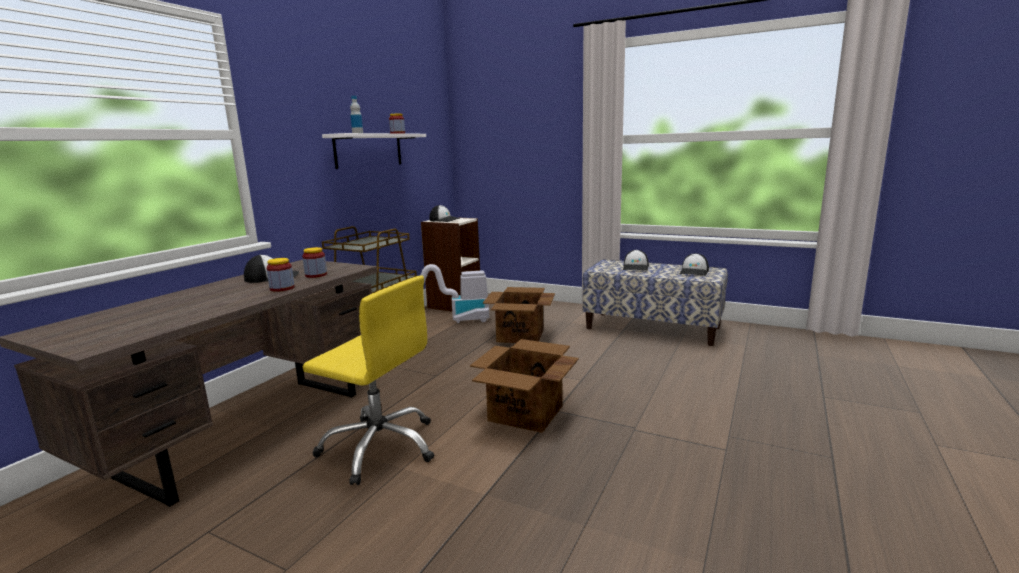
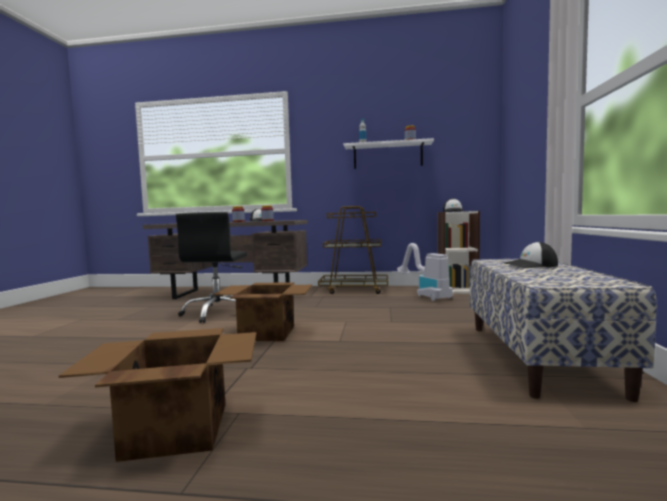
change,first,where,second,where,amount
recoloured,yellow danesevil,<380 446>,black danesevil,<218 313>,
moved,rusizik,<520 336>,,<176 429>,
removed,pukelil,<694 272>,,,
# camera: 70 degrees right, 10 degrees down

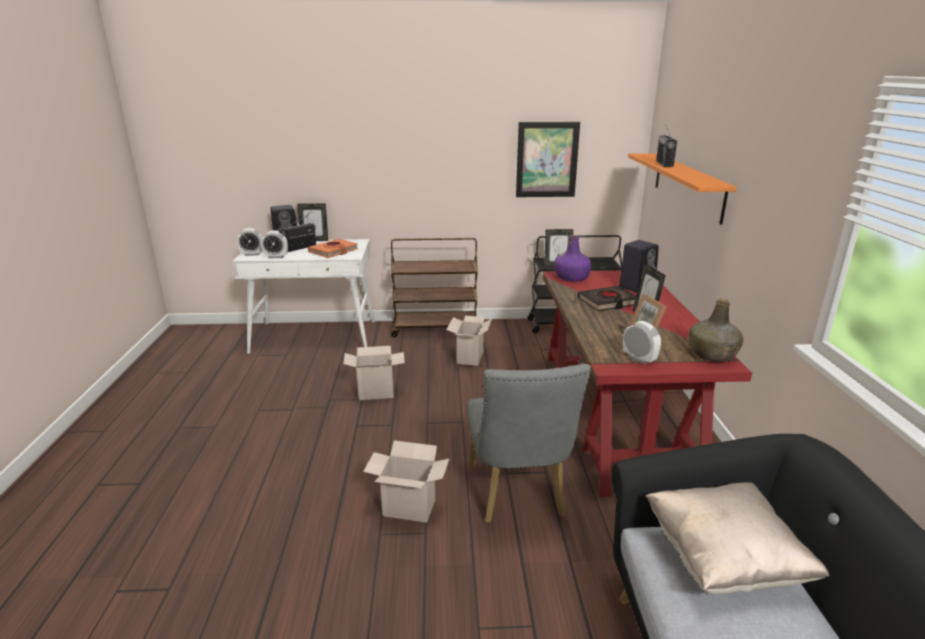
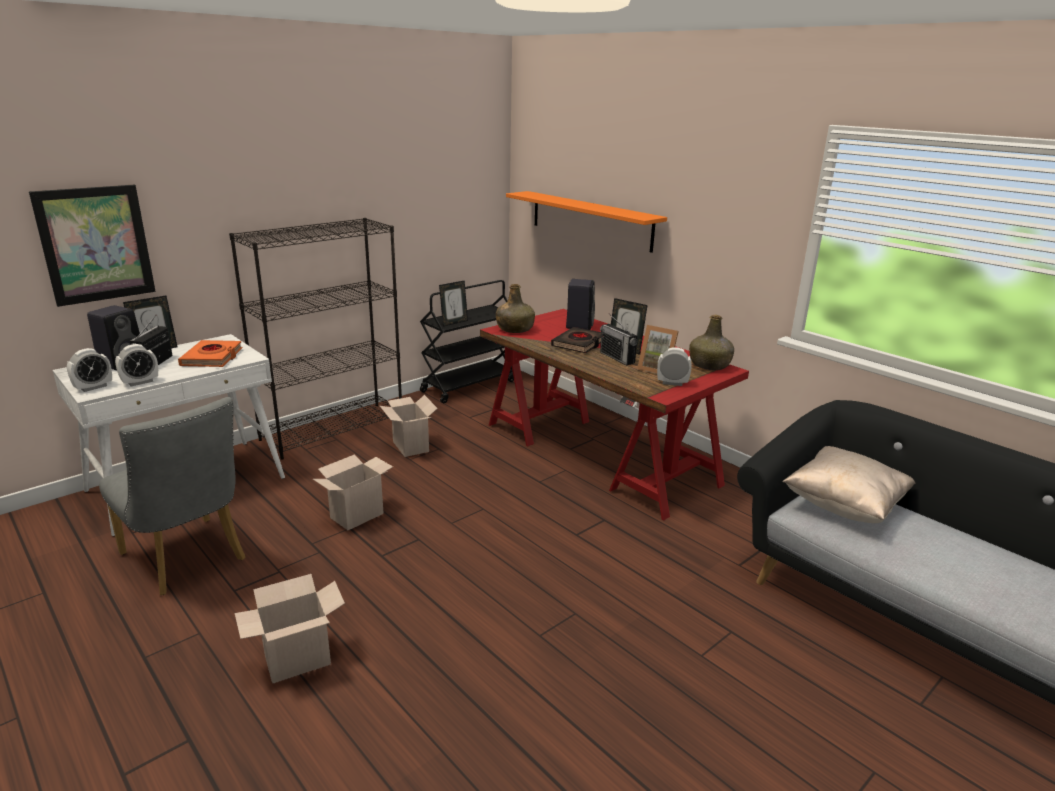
change,first,where,second,where,amount
moved,rusizik,<407 508>,,<296 662>,
replaced,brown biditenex,<435 329>,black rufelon,<333 429>,
moved,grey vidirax,<518 495>,,<188 560>,
moved,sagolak,<547 160>,,<96 244>,
recoloured,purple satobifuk,<571 277>,green satobifuk,<515 329>,
moved,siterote,<664 164>,,<617 358>,
# camera: 40 degrees left, 0 degrees up

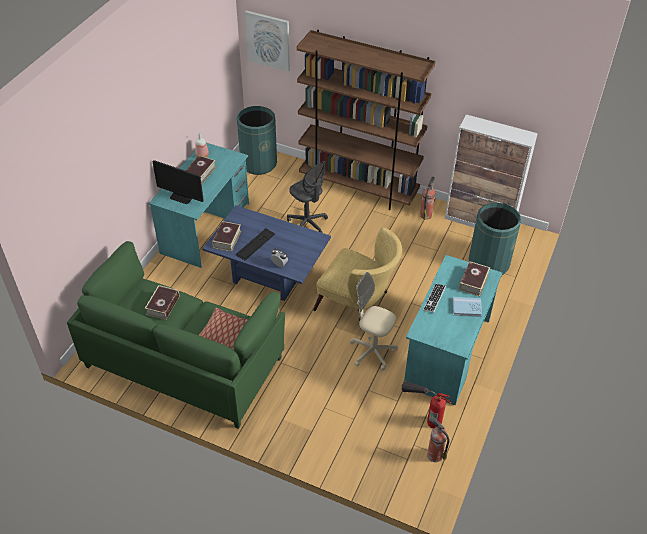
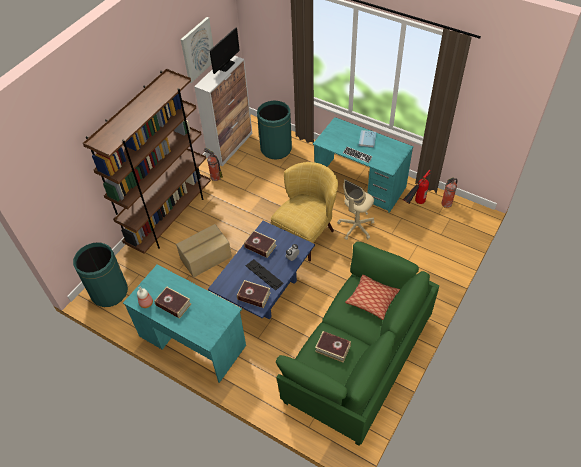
change,first,where,second,where,amount
moved,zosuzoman,<181 197>,,<226 65>,
moved,sagolak,<268 40>,,<197 49>,
replaced,grey danesevil,<307 224>,rusizik,<206 258>,
moved,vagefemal,<473 282>,,<260 246>,
# camera: 80 degrees left, 5 degrees up

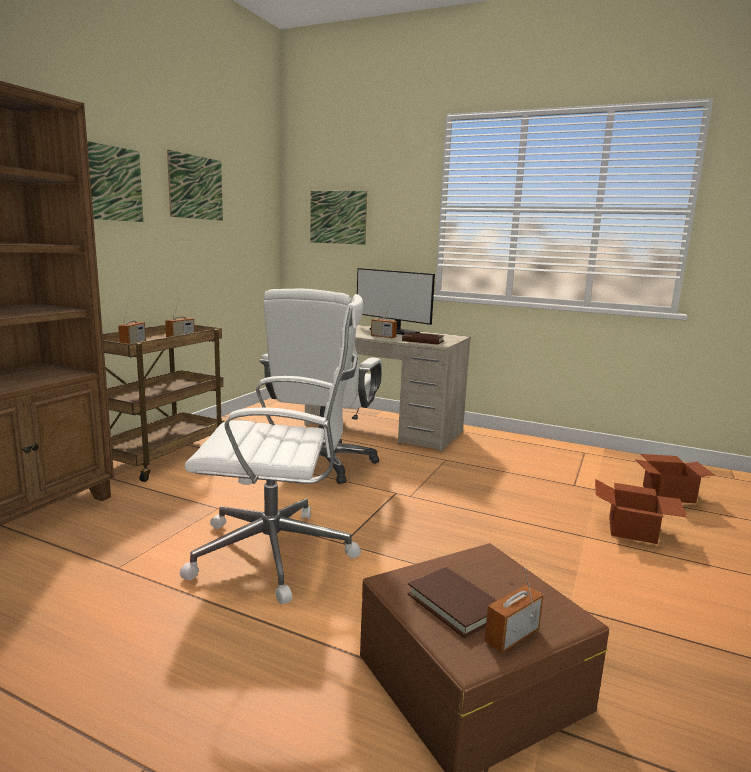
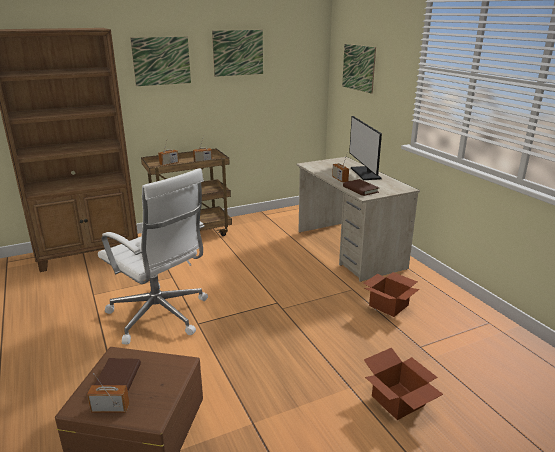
change,first,where,second,where,amount
removed,white danesevil,<323 463>,,,
moved,rusizik,<668 493>,,<389 305>,
# camera: 40 degrees right, 10 degrees up

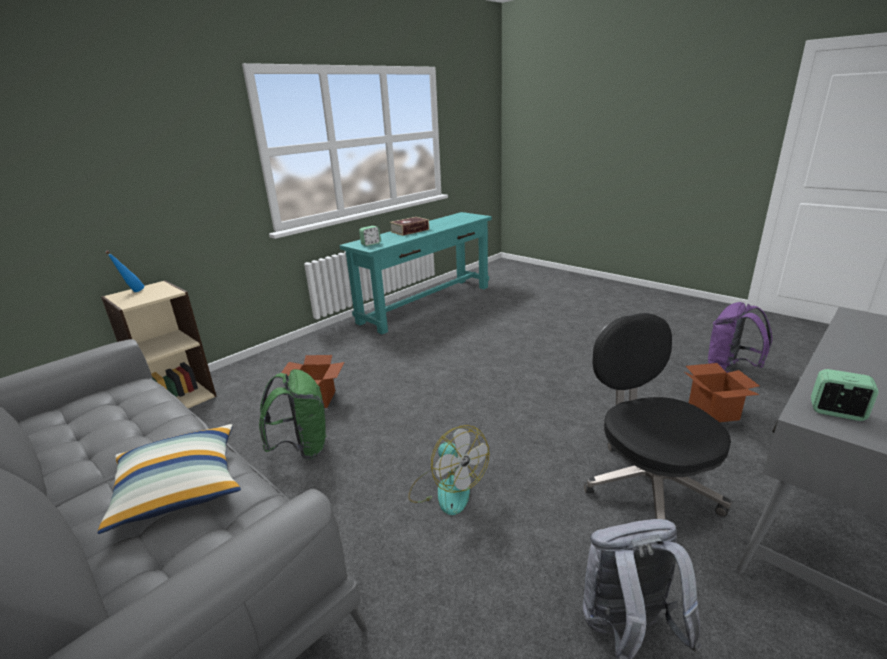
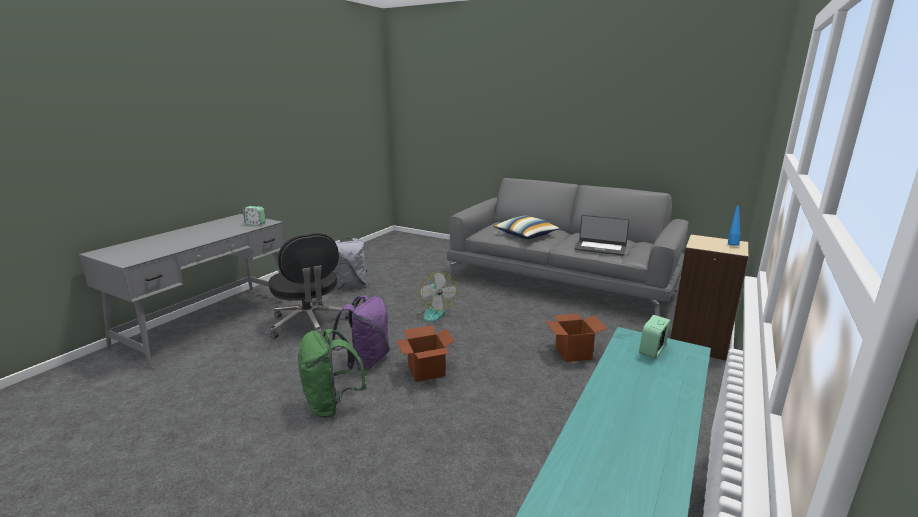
change,first,where,second,where,amount
moved,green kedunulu,<302 448>,,<332 404>,
removed,vagefemal,<410 231>,,,
turned,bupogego,<446 489>,,<431 312>,150 degrees counterclockwise
moved,rusizik,<713 412>,,<426 371>,
moved,purple kedunulu,<730 369>,,<366 361>,
added,,,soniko,<600 248>,
# camera: 165 degrees right, 5 degrees down

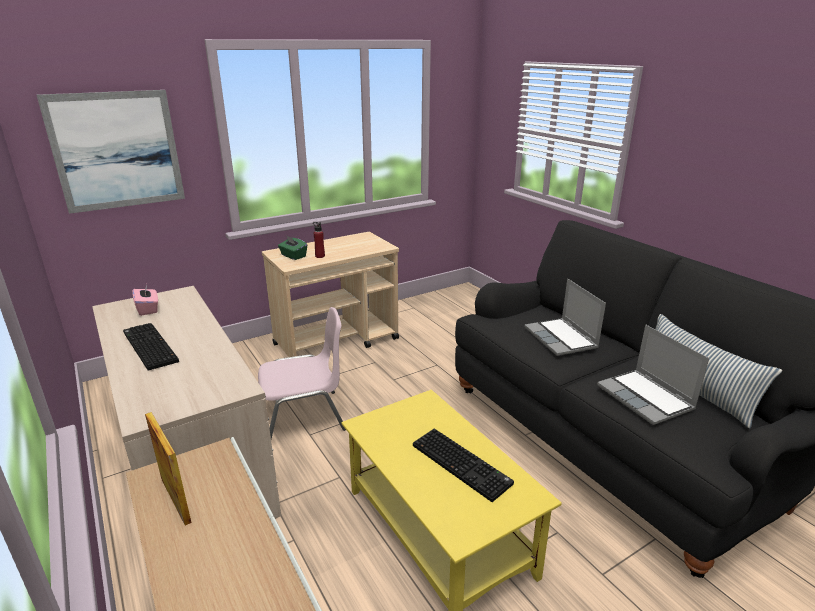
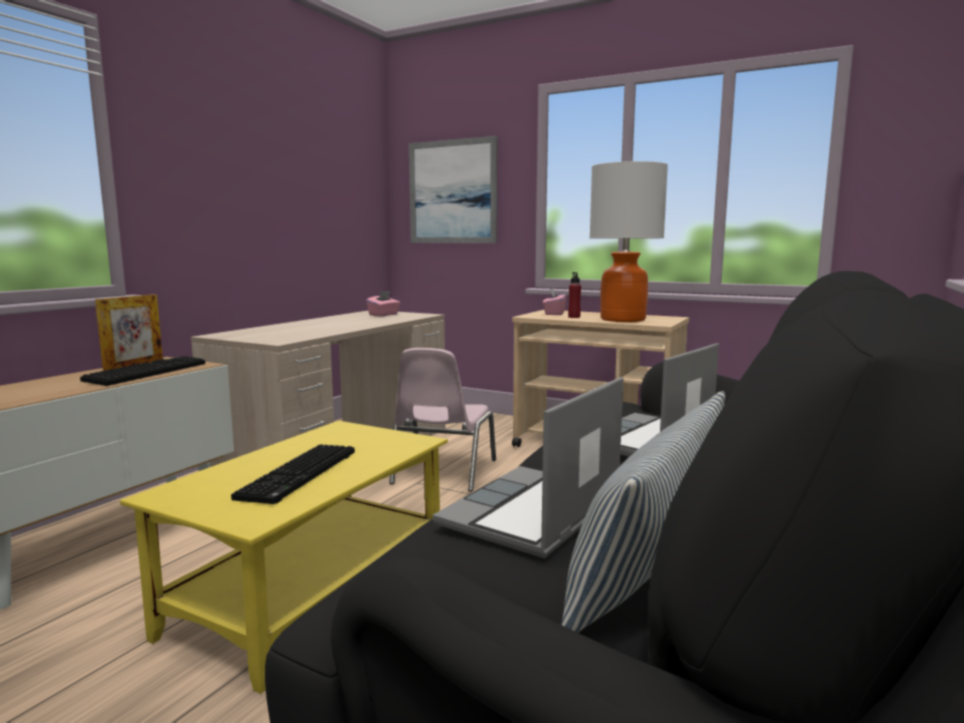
change,first,where,second,where,amount
moved,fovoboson,<148 347>,,<147 372>,
turned,pink vidirax,<304 416>,,<442 472>,60 degrees clockwise
recoloured,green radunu,<293 256>,pink radunu,<554 314>,
added,,,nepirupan,<623 319>,
# camera: 60 degrees right, 15 degrees down

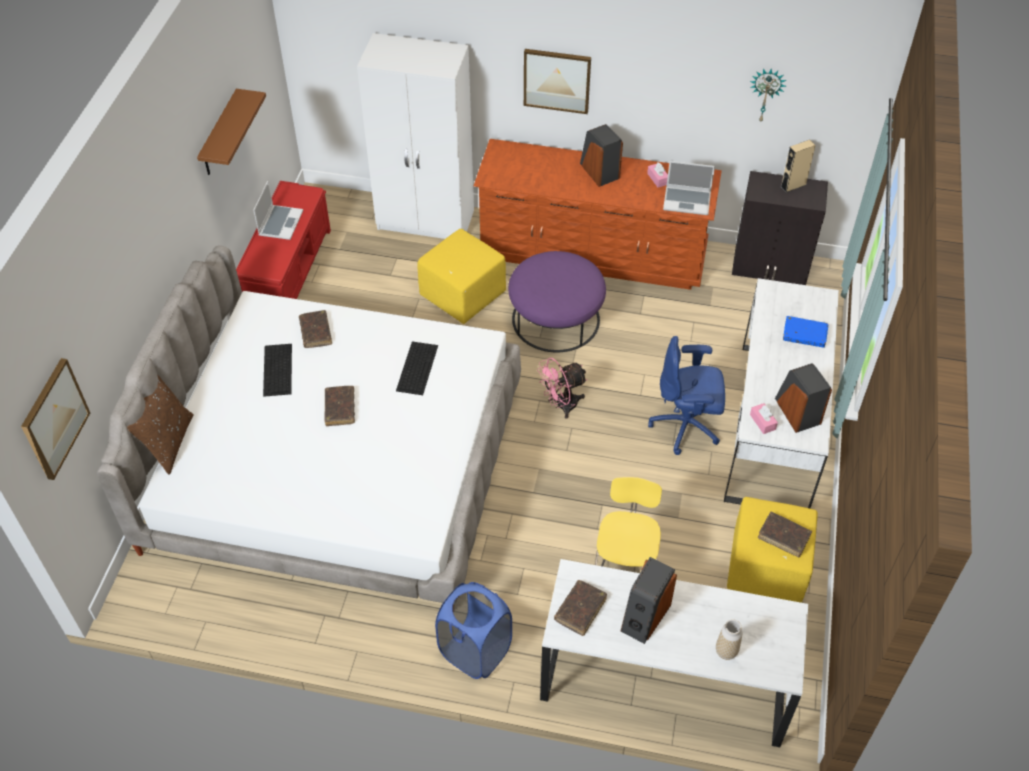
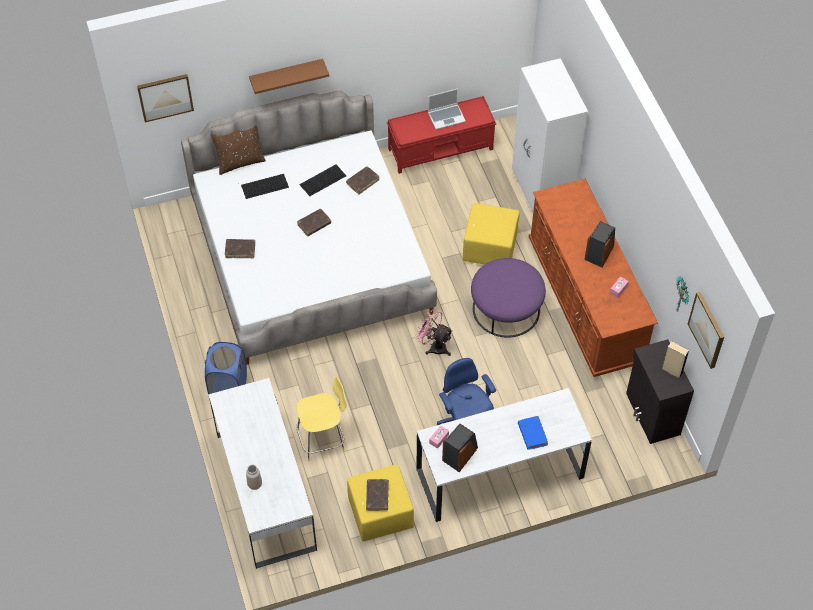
change,first,where,second,where,amount
moved,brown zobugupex,<220 134>,,<286 75>,
moved,fovoboson,<417 367>,,<265 186>,
moved,sagolak,<557 80>,,<707 329>,
moved,brown vagefemal,<580 610>,,<240 250>,
removed,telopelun,<645 616>,,,
removed,soniko,<687 201>,,,
# camera: 60 degrees right, 5 degrees up

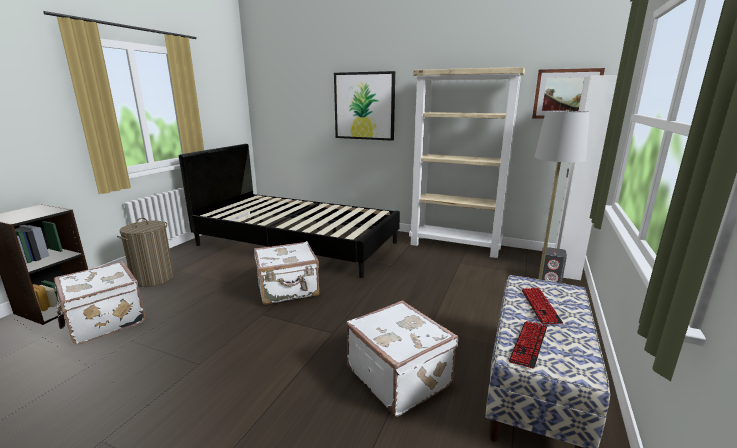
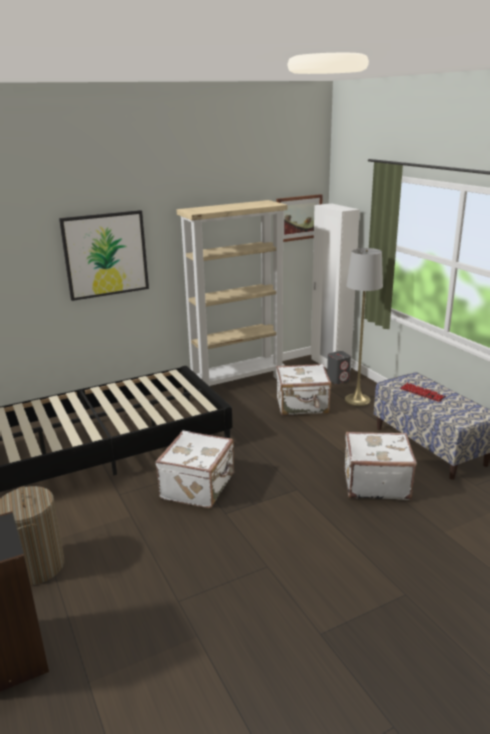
change,first,where,second,where,amount
moved,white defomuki,<104 321>,,<302 405>,
removed,fovoboson,<528 344>,,,
# camera: 50 degrees left, 5 degrees up

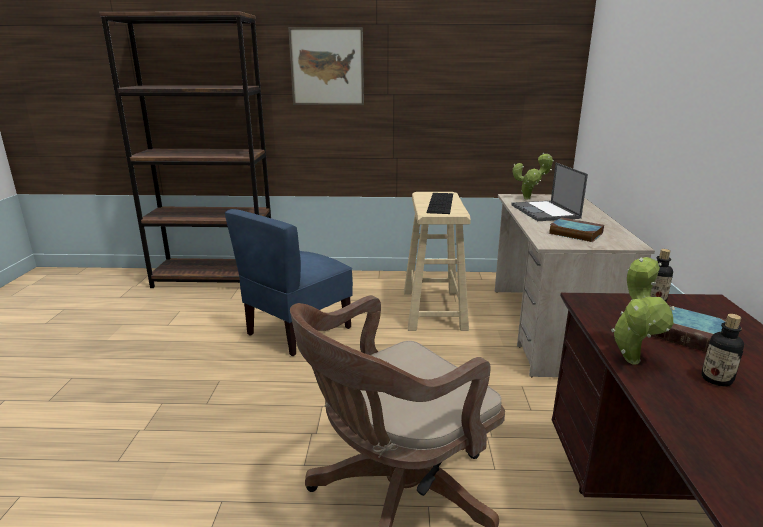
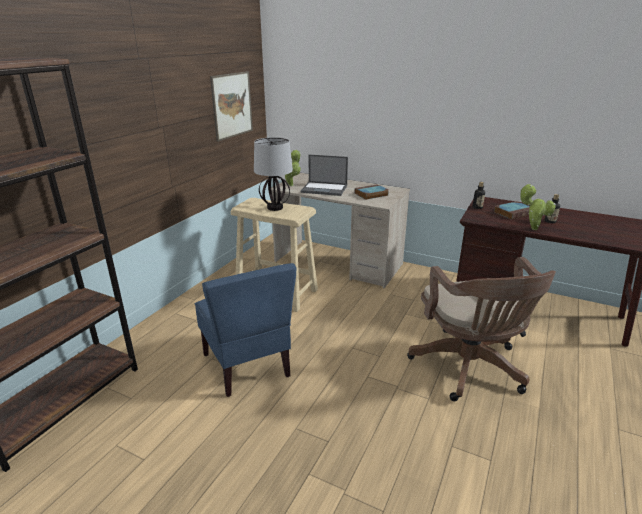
change,first,where,second,where,amount
moved,sagolak,<327 67>,,<232 105>,
replaced,fovoboson,<440 203>,nepirupan,<274 208>,
# camera: 65 degrees left, 5 degrees up

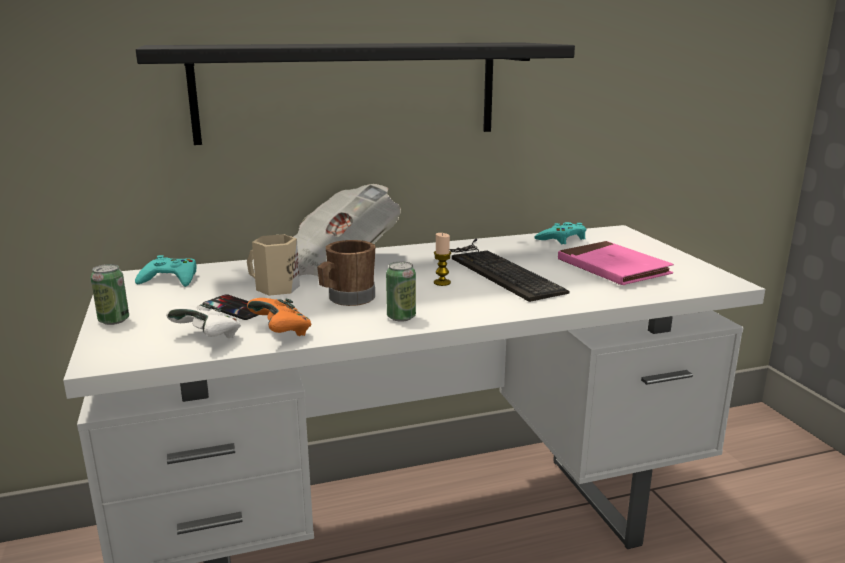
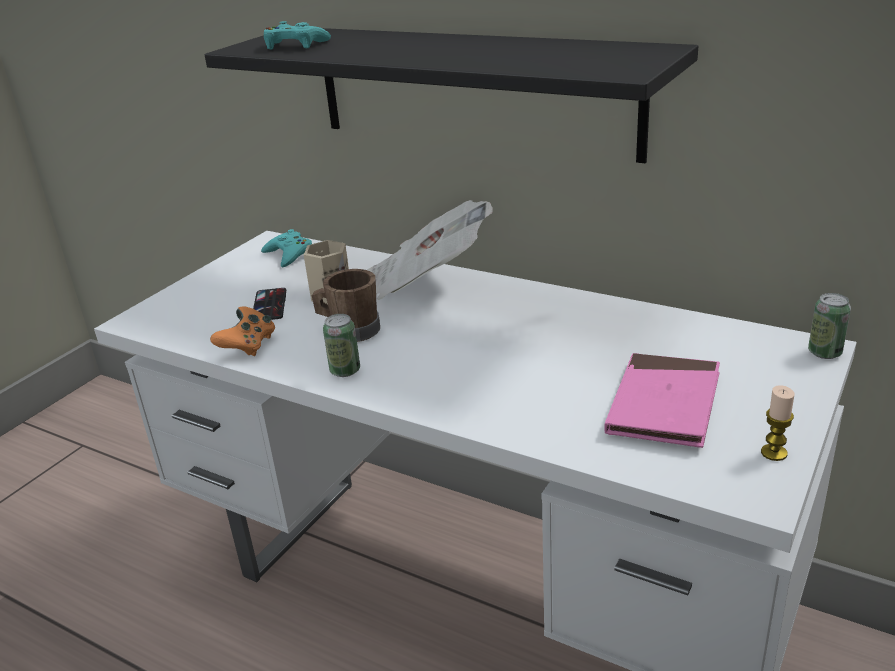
change,first,where,second,where,amount
moved,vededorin,<114 320>,,<824 352>,
removed,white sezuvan,<208 338>,,,
moved,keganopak,<442 282>,,<774 453>,
removed,fovoboson,<498 269>,,,
moved,turquoise sezuvan,<562 239>,,<295 45>,
# camera: 50 degrees right, 10 degrees up

